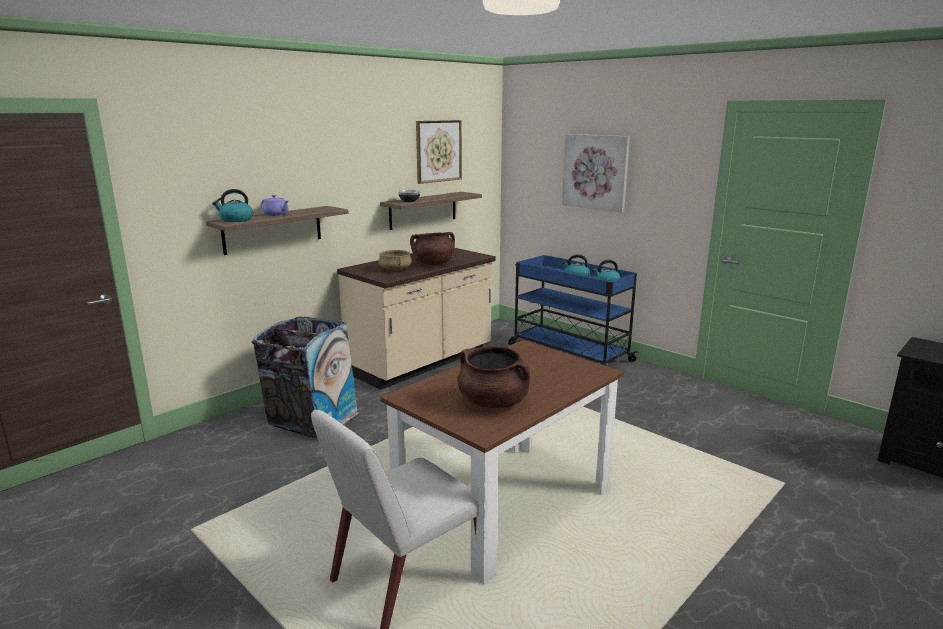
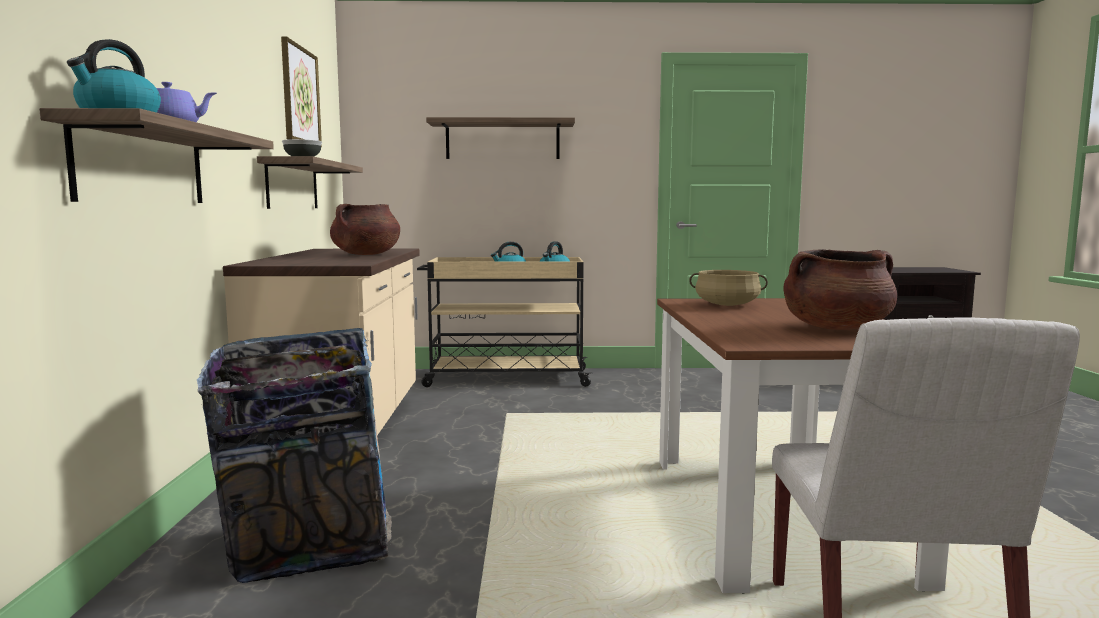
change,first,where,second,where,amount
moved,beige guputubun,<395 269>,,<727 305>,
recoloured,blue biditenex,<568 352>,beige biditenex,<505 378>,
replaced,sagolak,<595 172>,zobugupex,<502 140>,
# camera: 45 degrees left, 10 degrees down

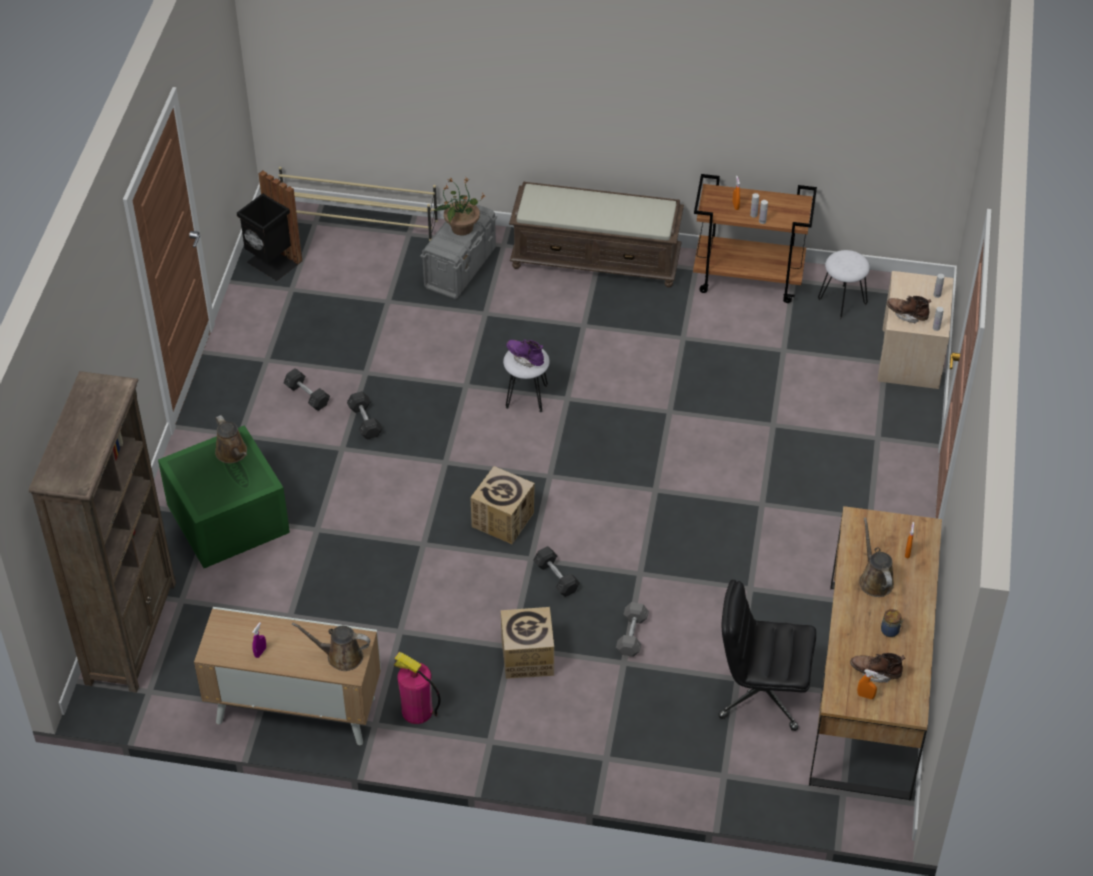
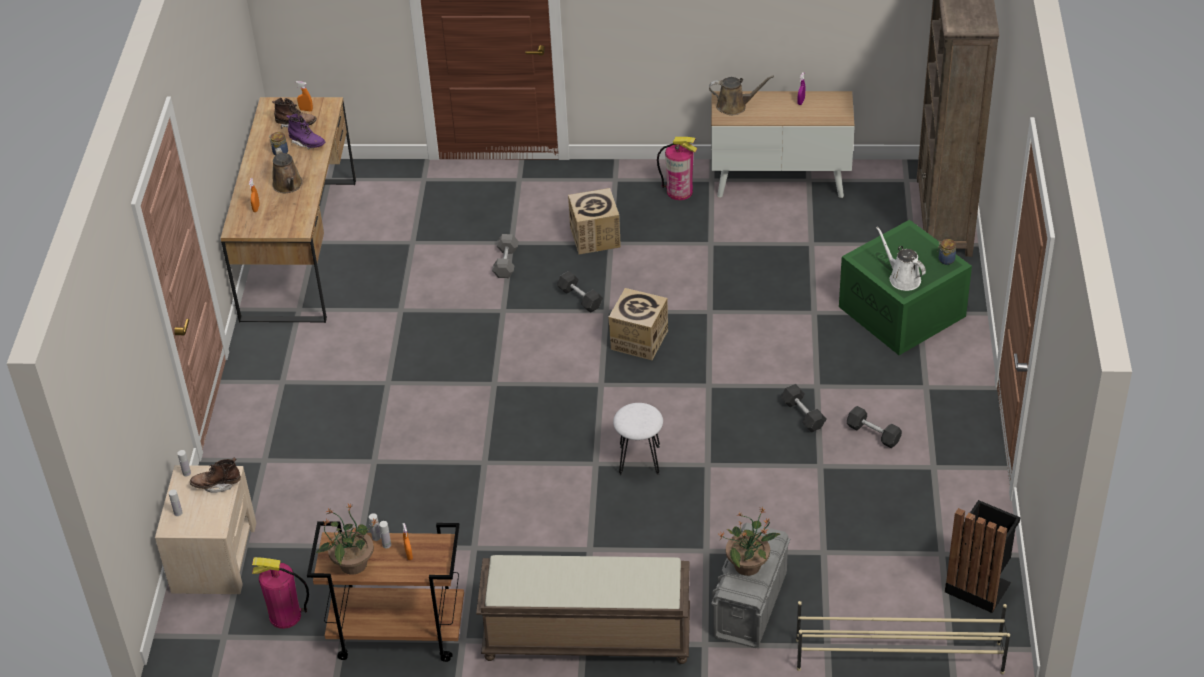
change,first,where,second,where,amount
recoloured,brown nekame,<233 453>,white nekame,<902 278>,
moved,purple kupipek,<525 358>,,<307 143>,
removed,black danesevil,<761 693>,,,
replaced,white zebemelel,<842 301>,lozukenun,<285 616>,
turned,brown kupipek,<907 314>,,<217 485>,150 degrees clockwise
added,,,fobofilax,<352 564>,
added,,,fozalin,<945 260>,
# camera: 175 degrees right, 5 degrees down

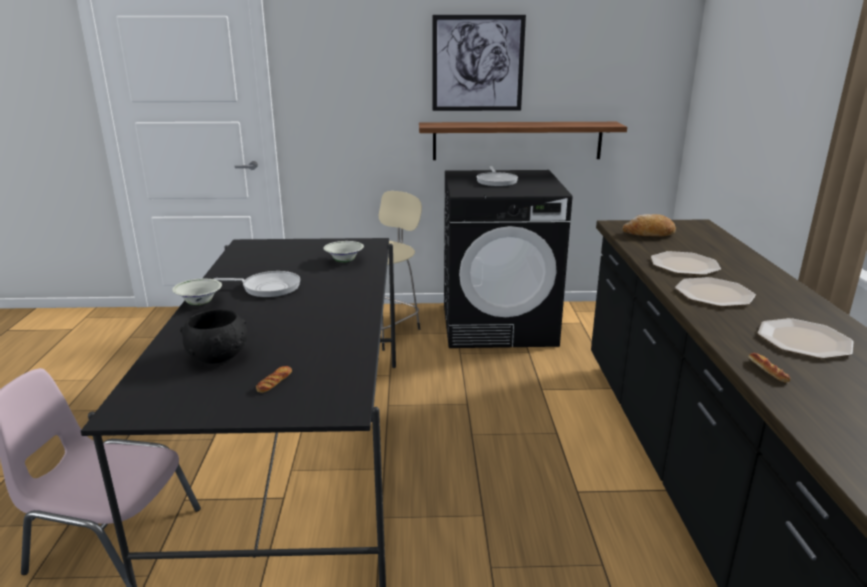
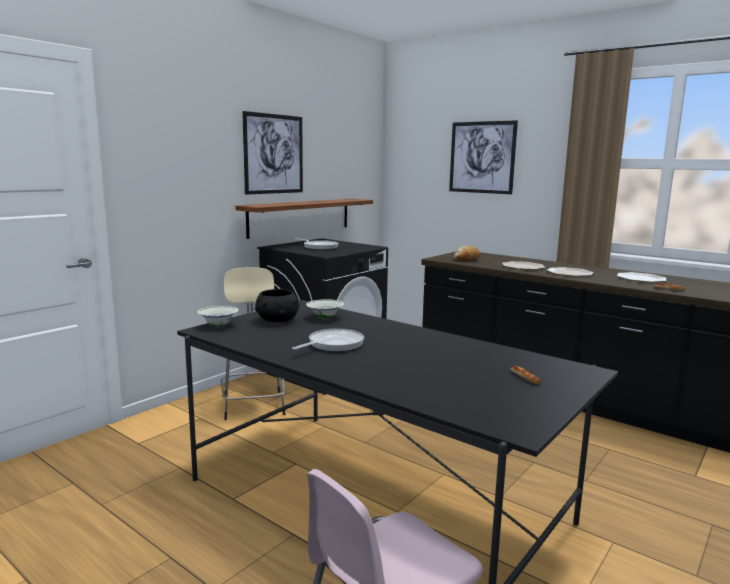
change,first,where,second,where,amount
moved,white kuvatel,<199 303>,,<218 325>,
moved,black kuvatel,<218 356>,,<277 320>,
added,,,sagolak,<482 157>,
# camera: 50 degrees left, 10 degrees down

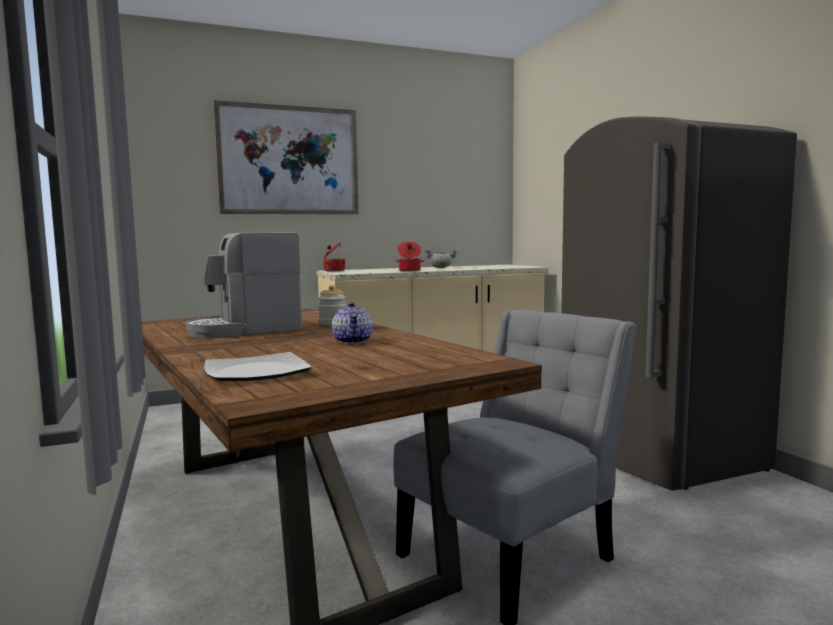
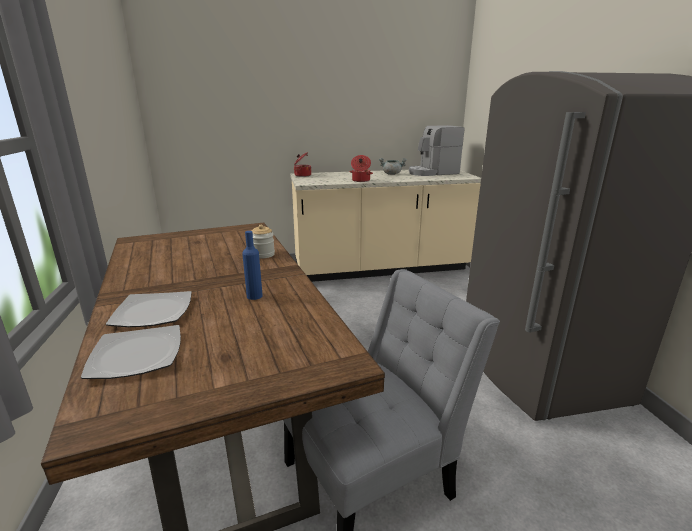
change,first,where,second,where,amount
moved,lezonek,<245 330>,,<432 173>,
removed,sagolak,<289 160>,,,
replaced,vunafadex,<353 341>,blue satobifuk,<254 296>,
added,,,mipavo,<153 312>,
# camera: 10 degrees right, 15 degrees up

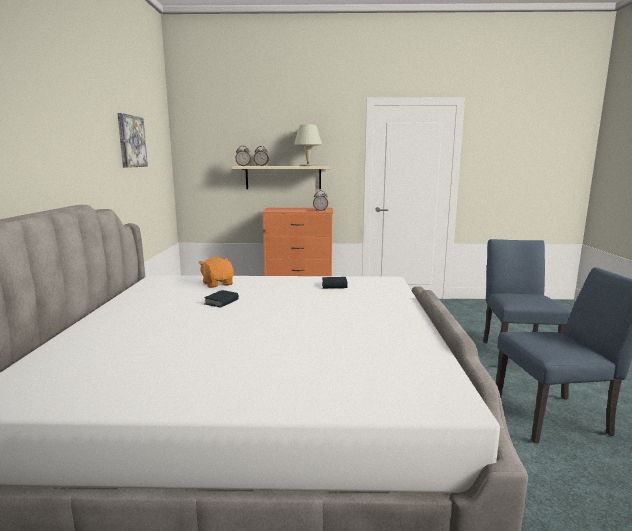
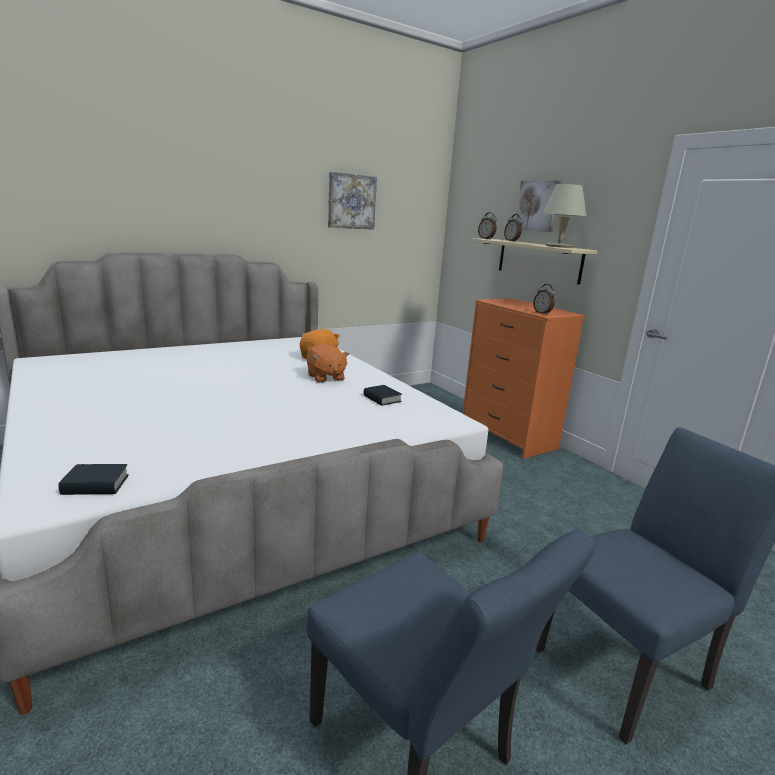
change,first,where,second,where,amount
moved,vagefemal,<221 302>,,<95 485>,
added,,,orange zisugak,<325 377>,
added,,,sagolak,<538 206>,
# camera: 55 degrees right, 5 degrees up

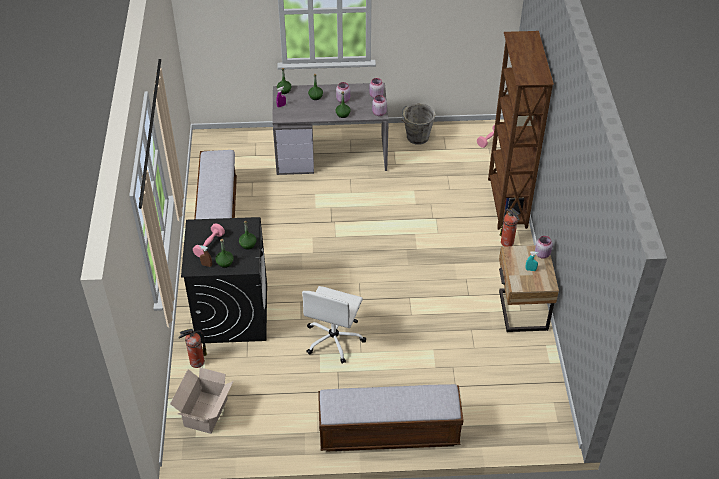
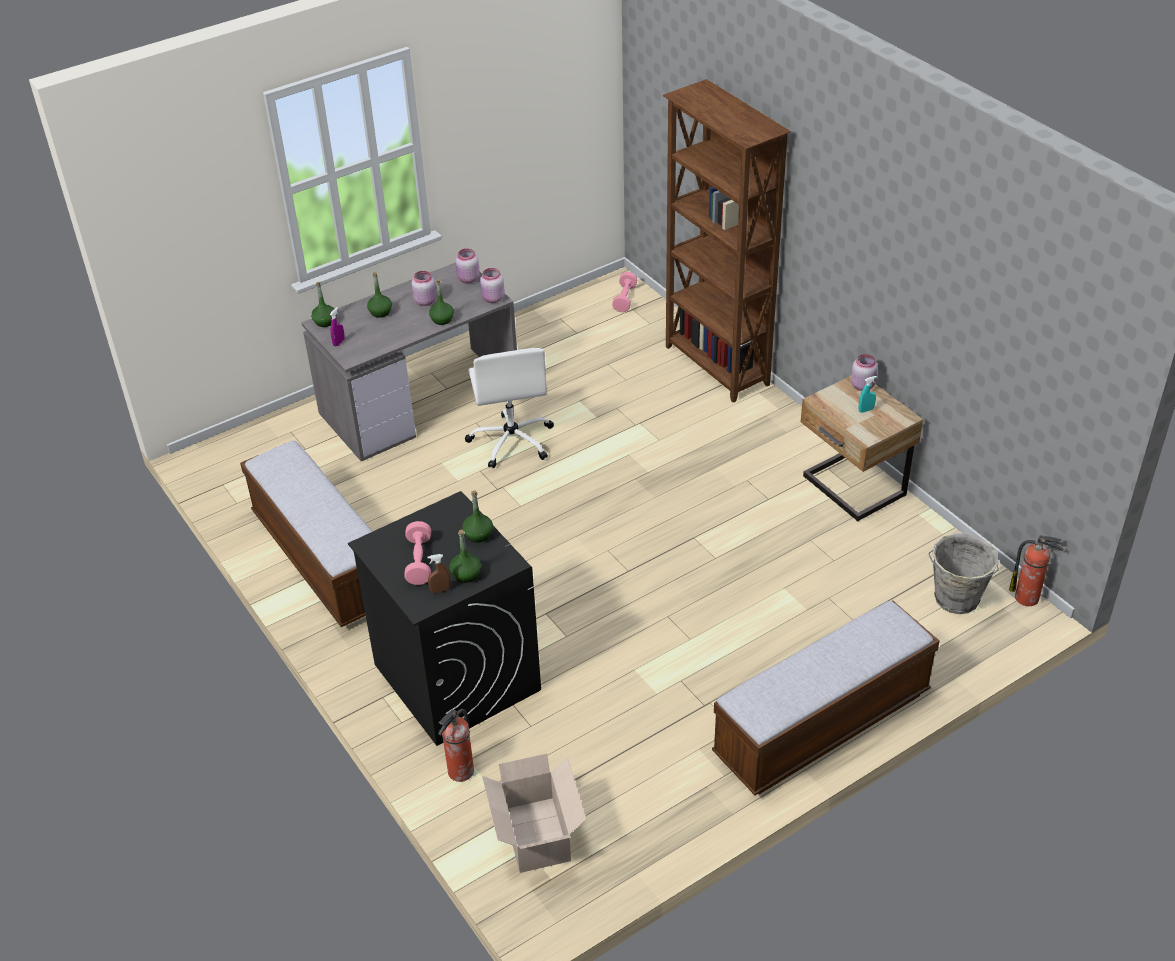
change,first,where,second,where,amount
moved,white danesevil,<334 339>,,<512 440>,
moved,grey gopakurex,<417 137>,,<956 599>,
moved,lozukenun,<507 243>,,<1028 598>,
# camera: 30 degrees left, 5 degrees down

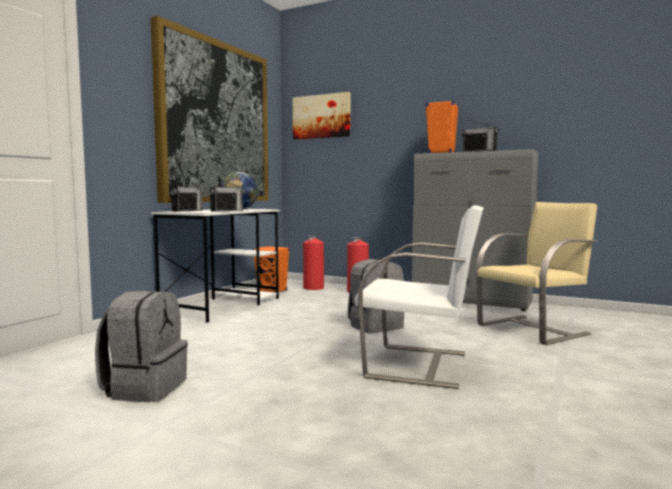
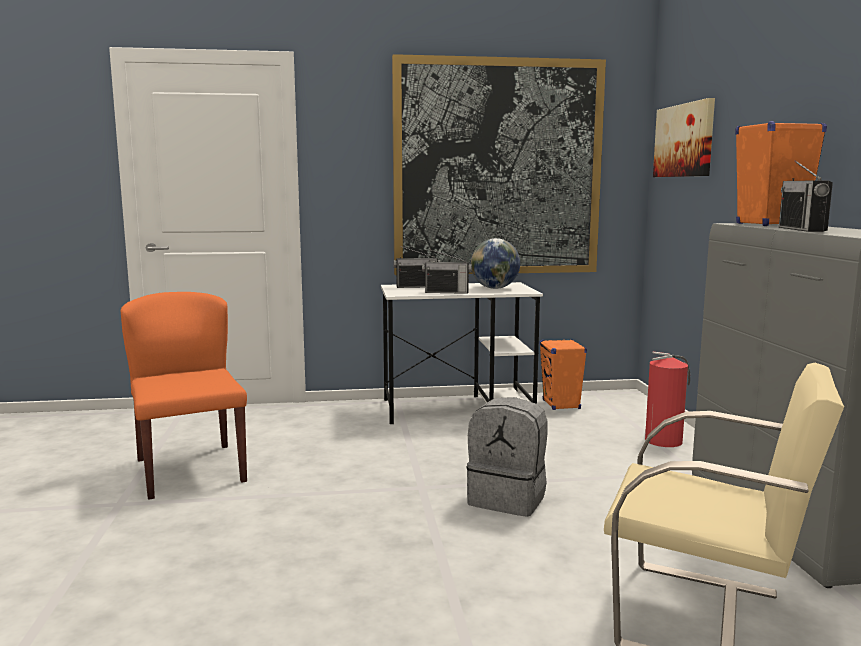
change,first,where,second,where,amount
replaced,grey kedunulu,<144 388>,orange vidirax,<190 470>,
removed,lozukenun,<314 287>,,,
removed,white vidirax,<419 365>,,,
# camera: 55 degrees right, 5 degrees up

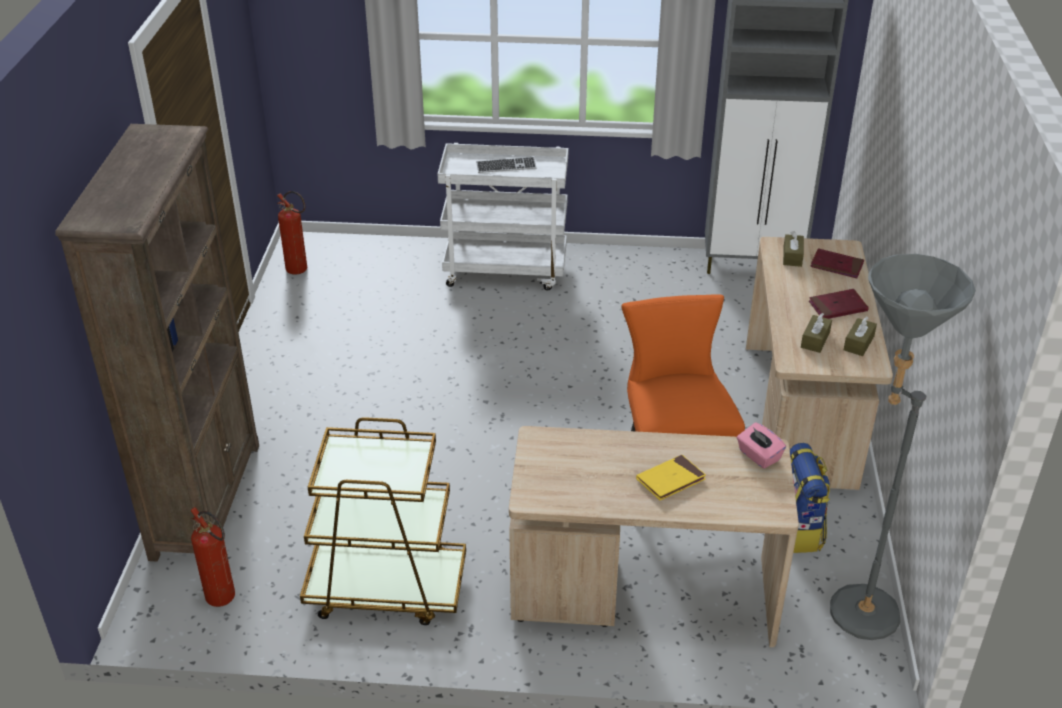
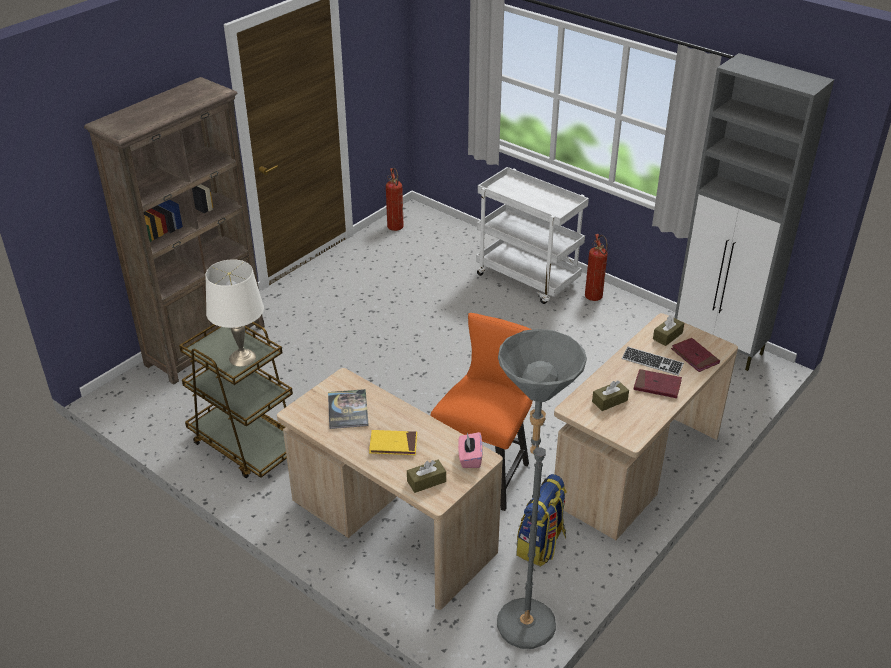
change,first,where,second,where,amount
moved,lozukenun,<225 600>,,<595 299>,
moved,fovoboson,<506 166>,,<652 362>,
moved,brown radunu,<858 343>,,<426 481>,
added,,,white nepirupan,<242 358>,
added,,,vagefemal,<348 410>,
# camera: 35 degrees right, 0 degrees up

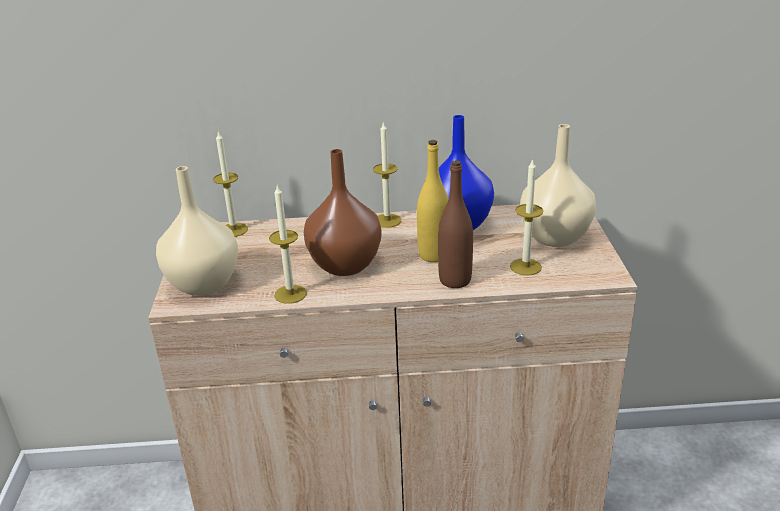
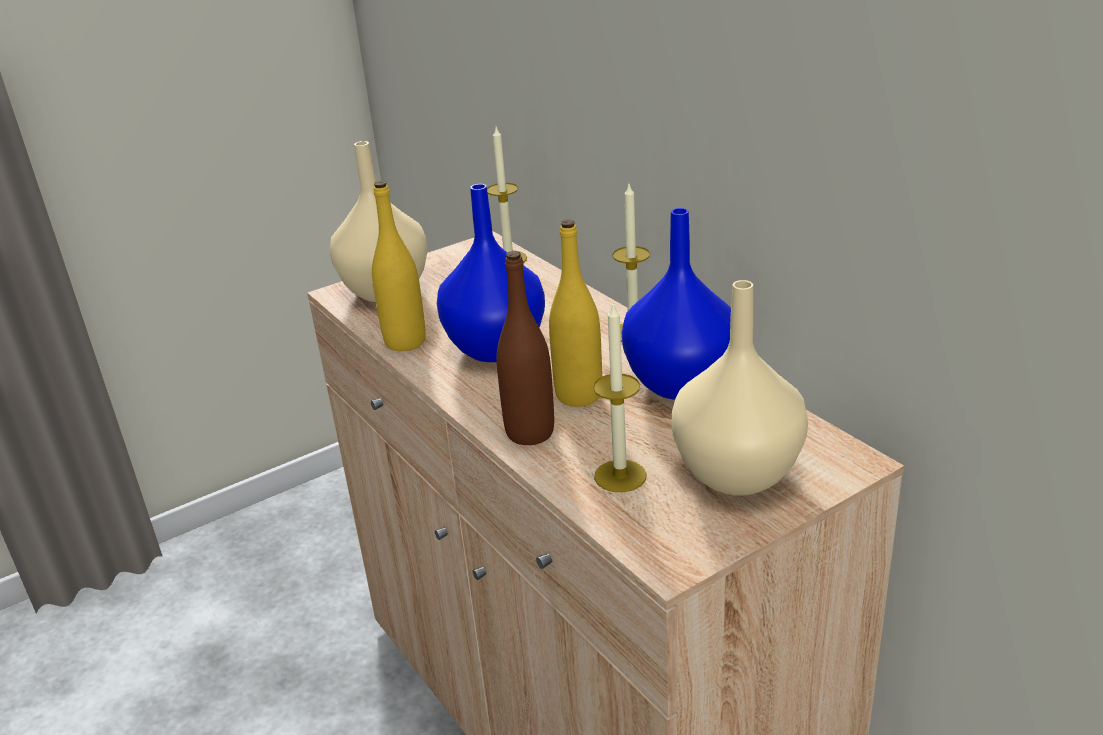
change,first,where,second,where,amount
replaced,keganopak,<290 294>,yellow satobifuk,<405 342>,
recoloured,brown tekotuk,<345 266>,blue tekotuk,<493 349>,
# camera: 60 degrees right, 0 degrees up

